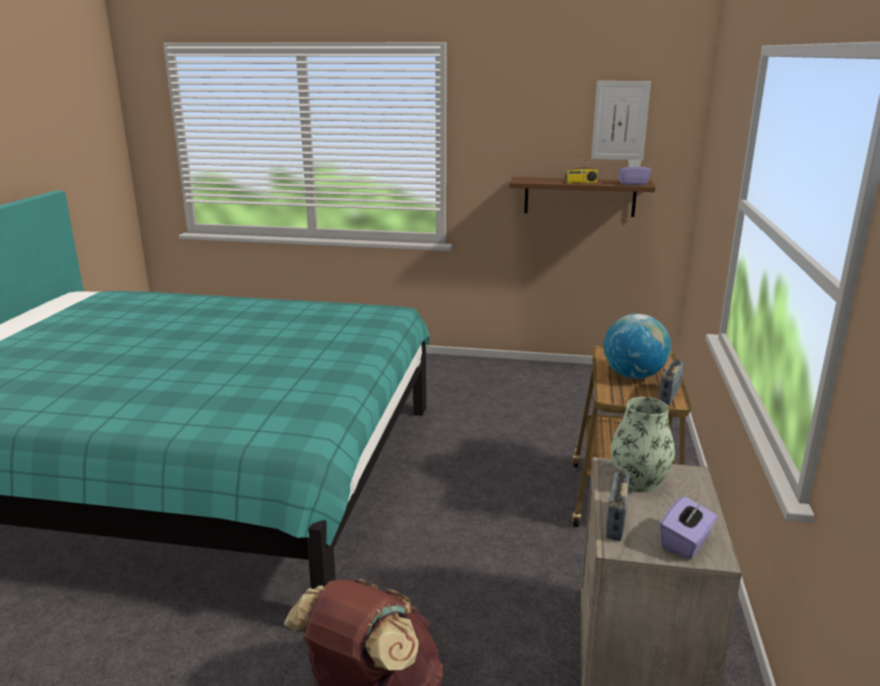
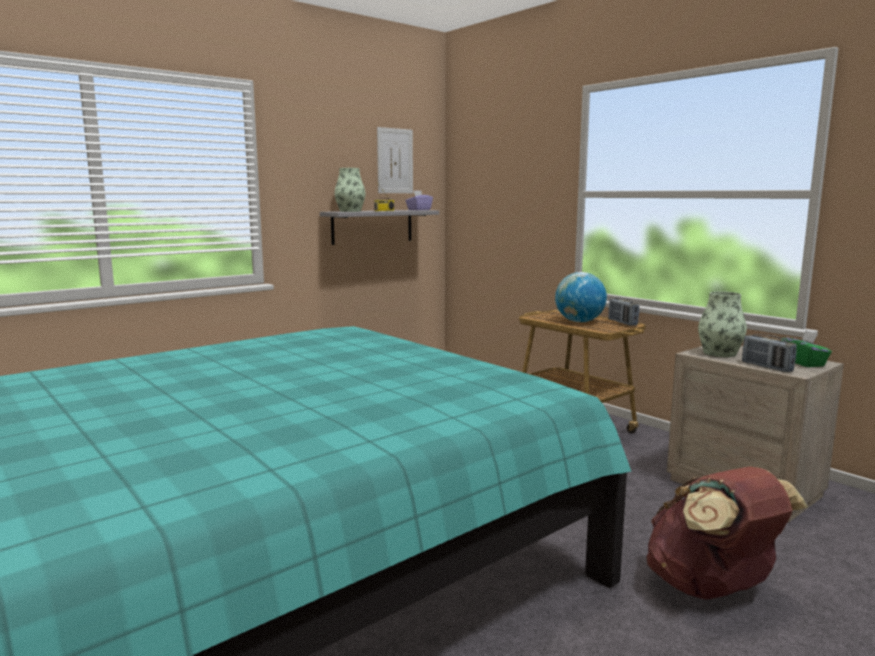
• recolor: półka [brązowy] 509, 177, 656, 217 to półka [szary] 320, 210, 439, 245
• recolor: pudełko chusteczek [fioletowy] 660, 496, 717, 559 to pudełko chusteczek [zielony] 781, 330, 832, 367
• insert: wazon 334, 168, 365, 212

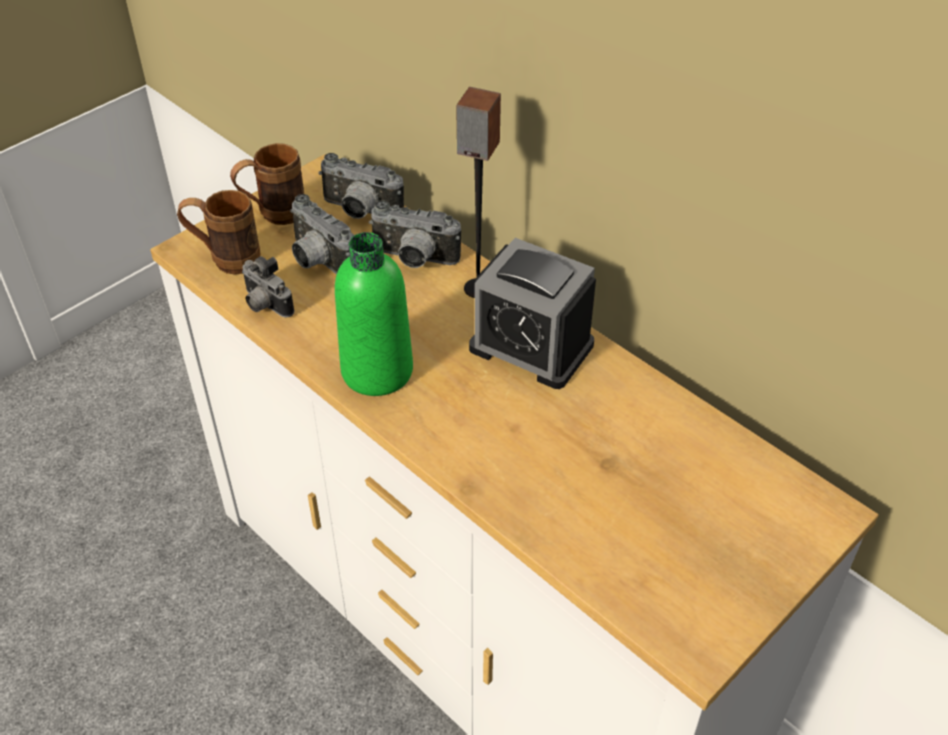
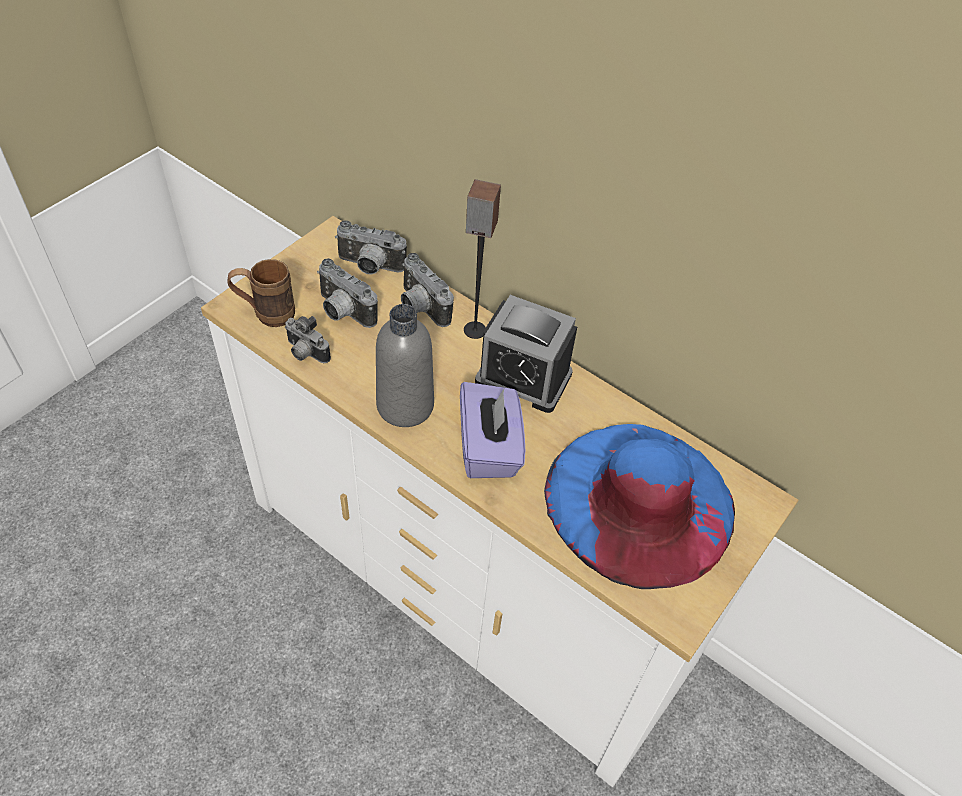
• delete: kubek [brązowy] 230, 143, 304, 225
• recolor: butelka [zielony] 335, 232, 413, 396 to butelka [szary] 376, 304, 434, 427
• rotate: aparat fotograficzny 369, 201, 461, 268 = 401, 253, 454, 327 45 degrees clockwise
• insert: pudełko chusteczek [fioletowy] 460, 382, 525, 478
• insert: kapelusz [niebieski] 544, 424, 735, 589

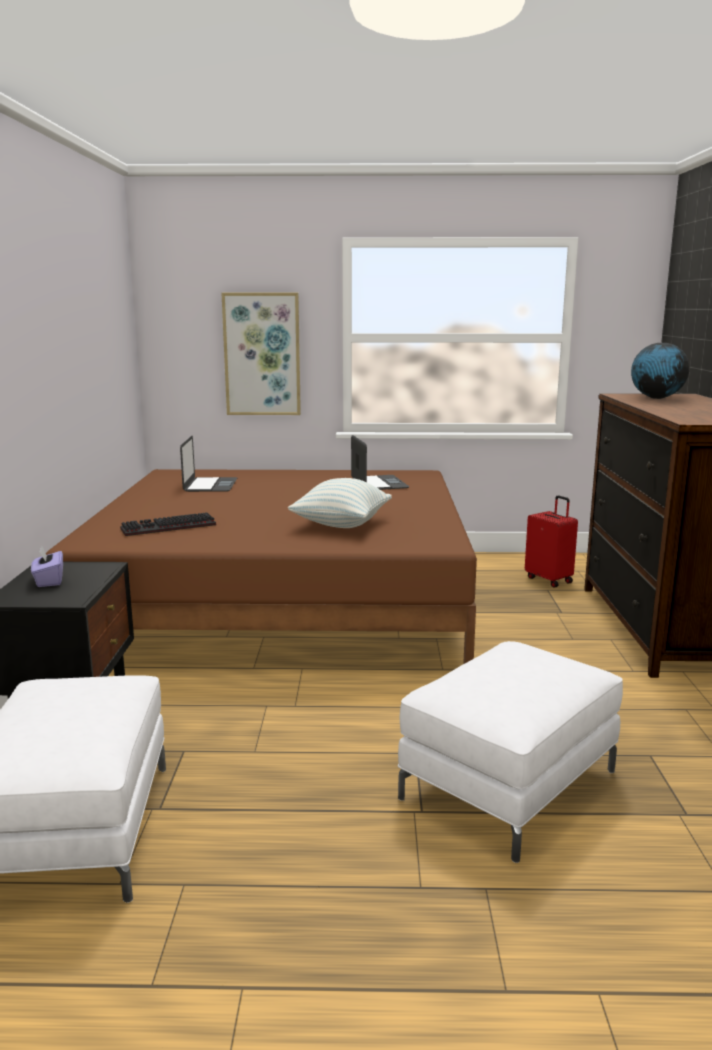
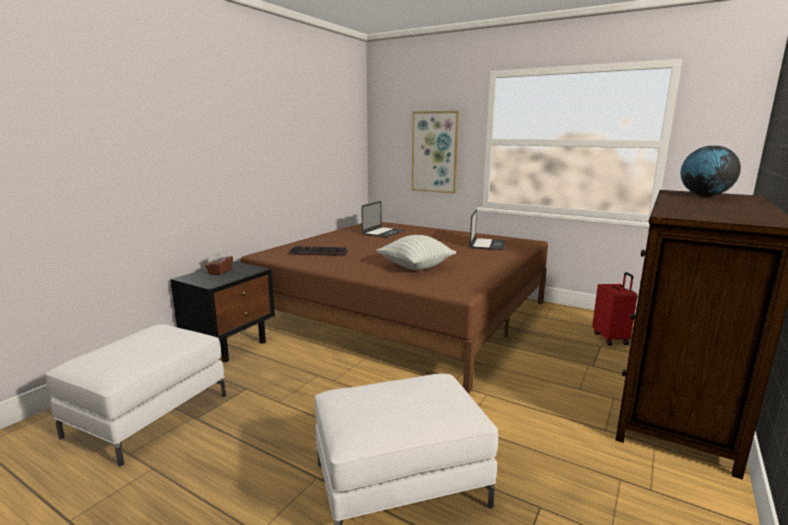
• recolor: pudełko chusteczek [fioletowy] 31, 546, 63, 587 to pudełko chusteczek [brązowy] 205, 251, 233, 275

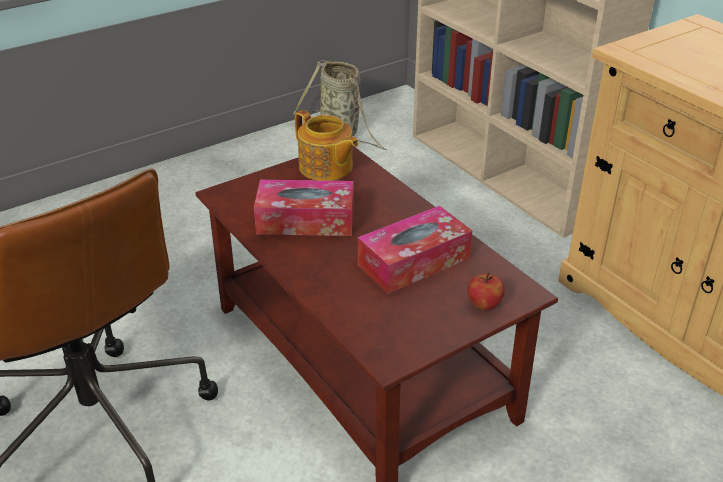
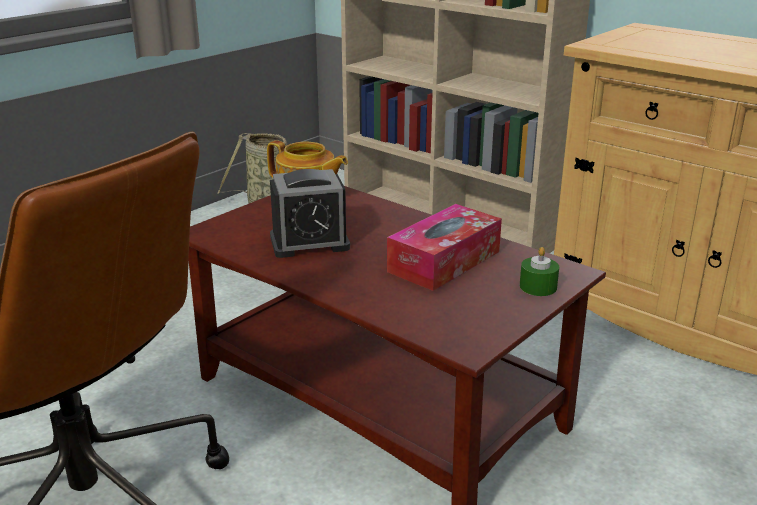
• replace: pudełko chusteczek 254, 180, 354, 236 to budzik 270, 169, 350, 258
• replace: jabłko 468, 273, 505, 310 to świeca [zielony] 520, 247, 559, 296

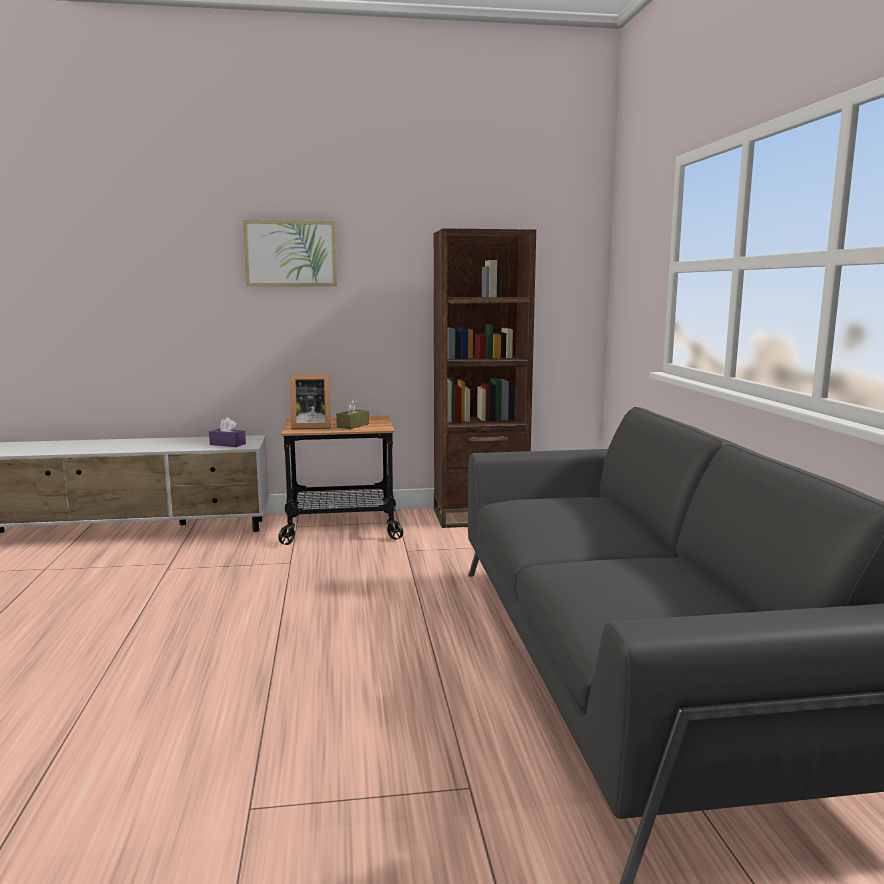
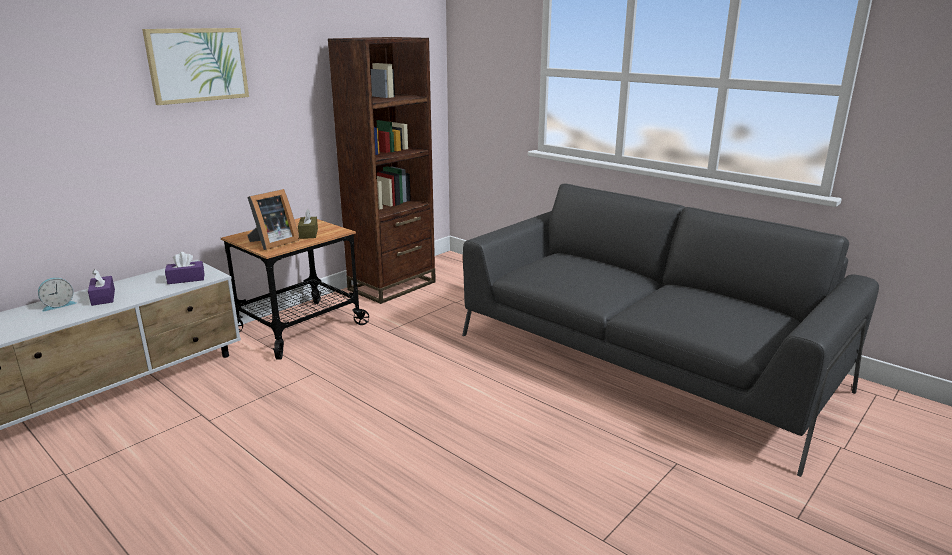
• insert: budzik 38, 278, 76, 311
• insert: pudełko chusteczek [fioletowy] 88, 269, 115, 306

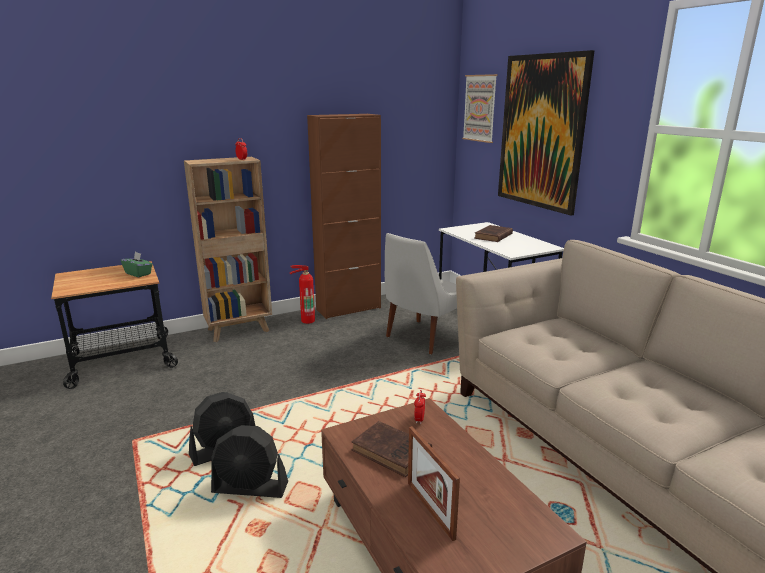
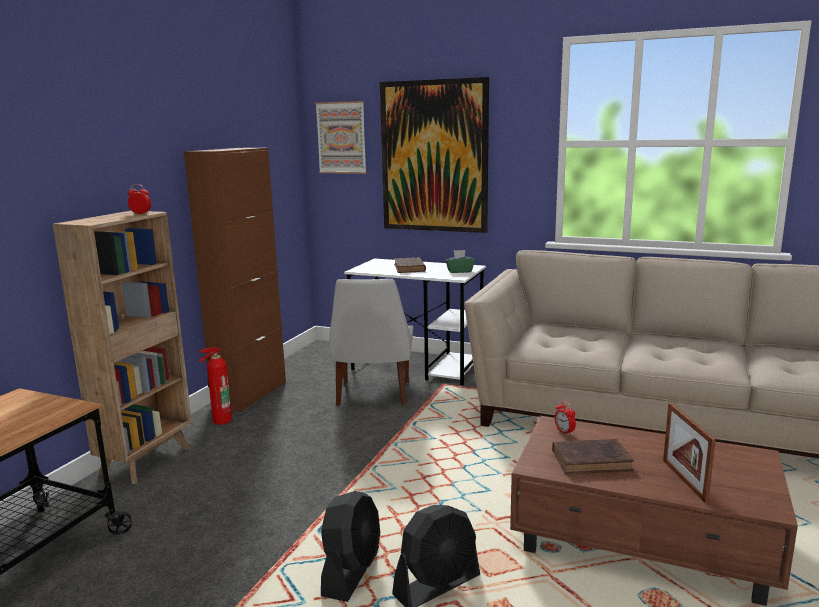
• move: pudełko chusteczek [zielony] 121, 252, 153, 277 to 445, 250, 475, 273
• rotate: ramka na zdjęcie 408, 426, 460, 541 = 663, 403, 716, 503 60 degrees clockwise

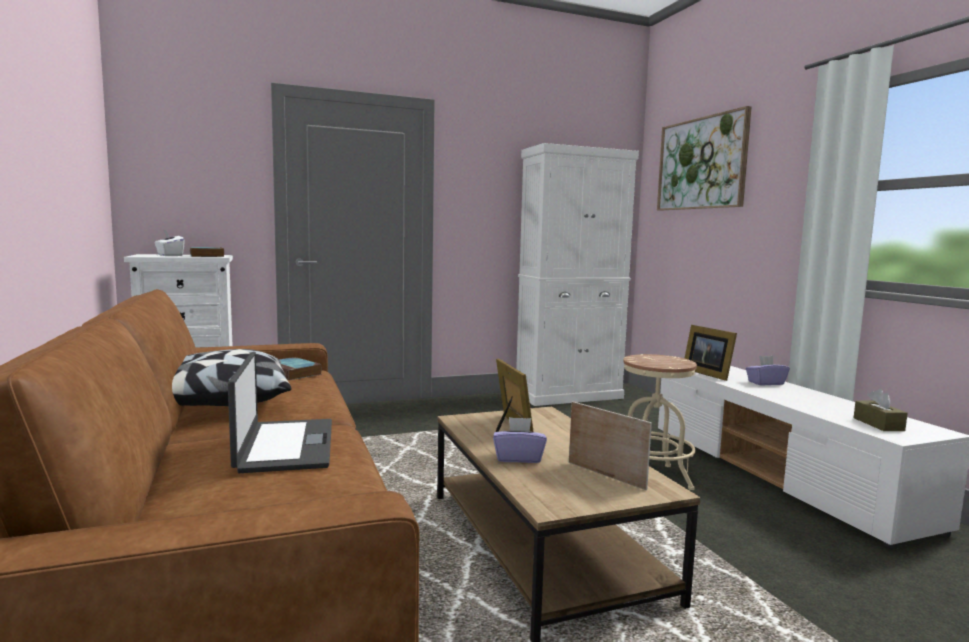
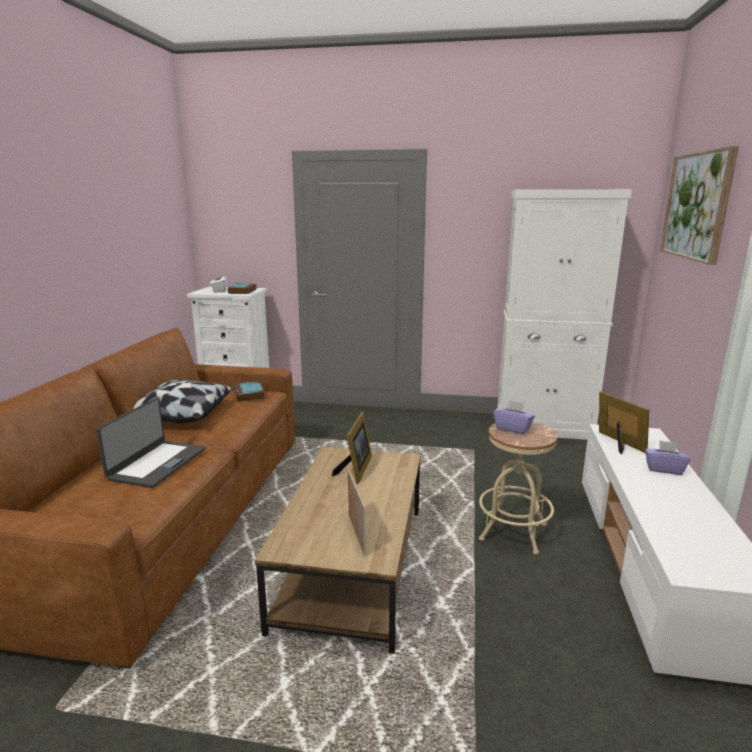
• move: pudełko chusteczek [fioletowy] 493, 417, 547, 463 to 493, 400, 535, 434
• rotate: ramka na zdjęcie 685, 325, 737, 381 = 599, 391, 649, 455 150 degrees clockwise
• delete: pudełko chusteczek [brązowy] 854, 389, 908, 431

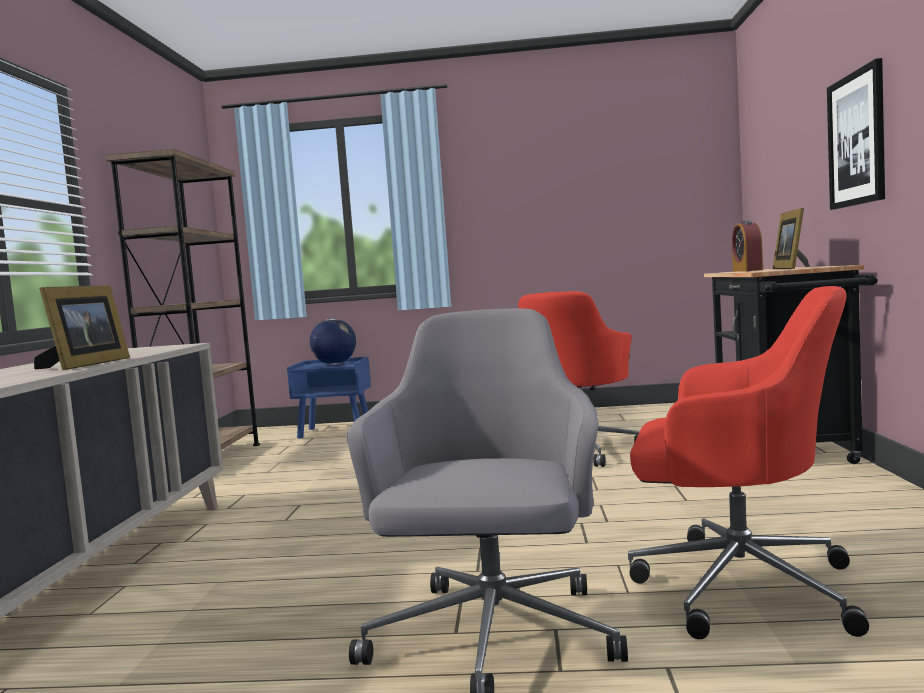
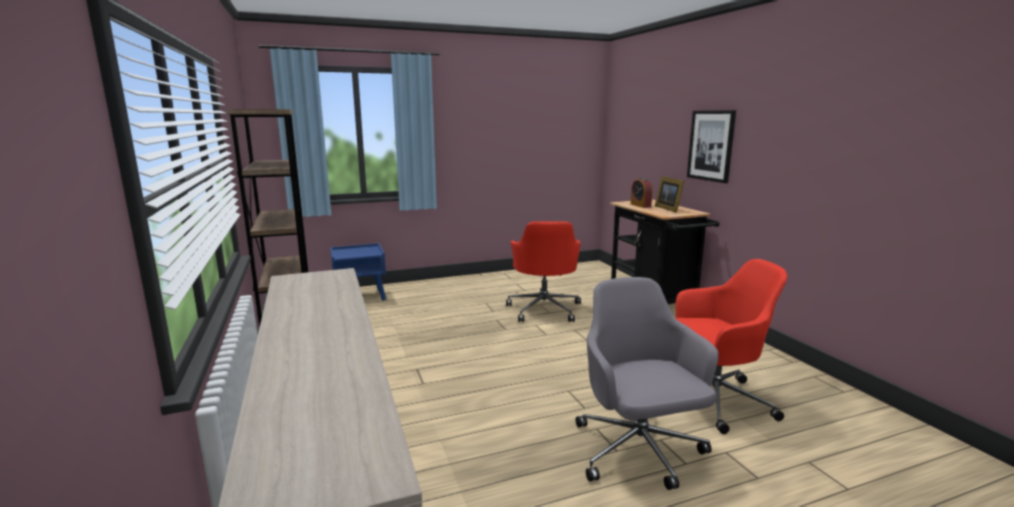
• delete: ramka na zdjęcie 34, 285, 130, 370
• delete: globus 310, 319, 356, 365

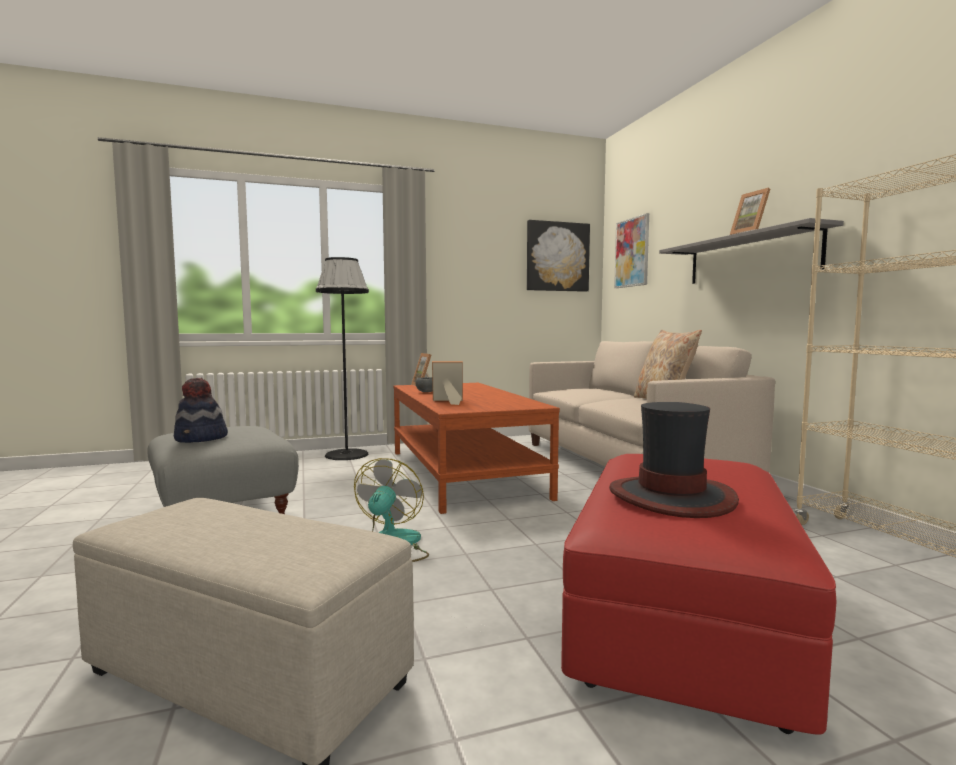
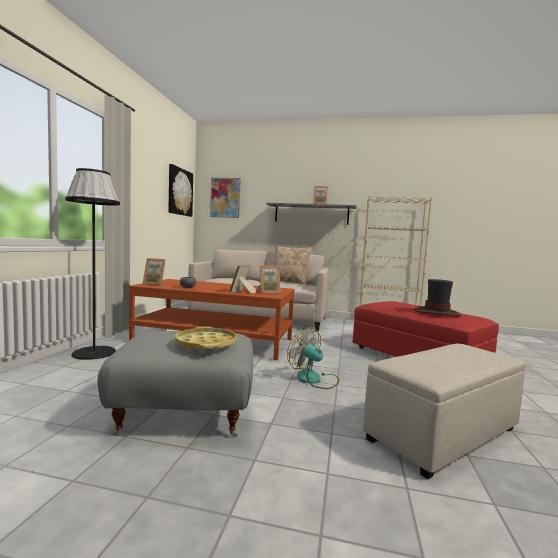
• replace: kapelusz 174, 378, 228, 443 to taca [żółty] 175, 326, 237, 351
• insert: ramka na zdjęcie 258, 265, 281, 293

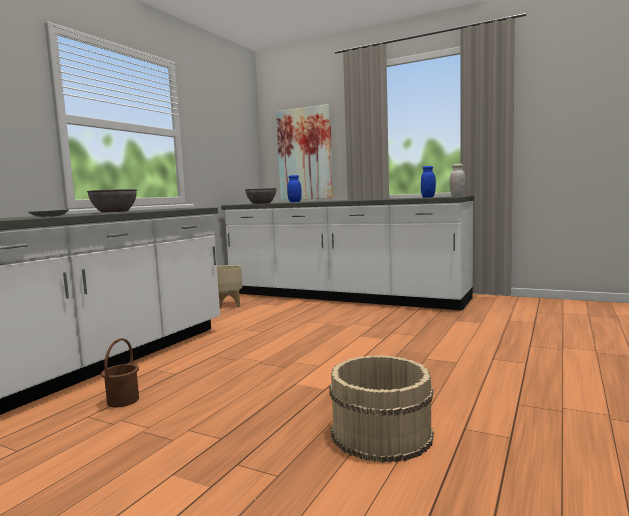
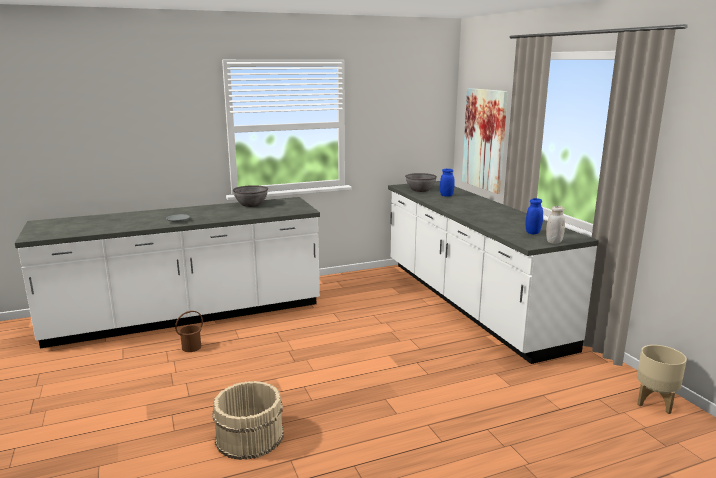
• move: donica [beżowy] 217, 265, 242, 309 to 637, 345, 687, 414

